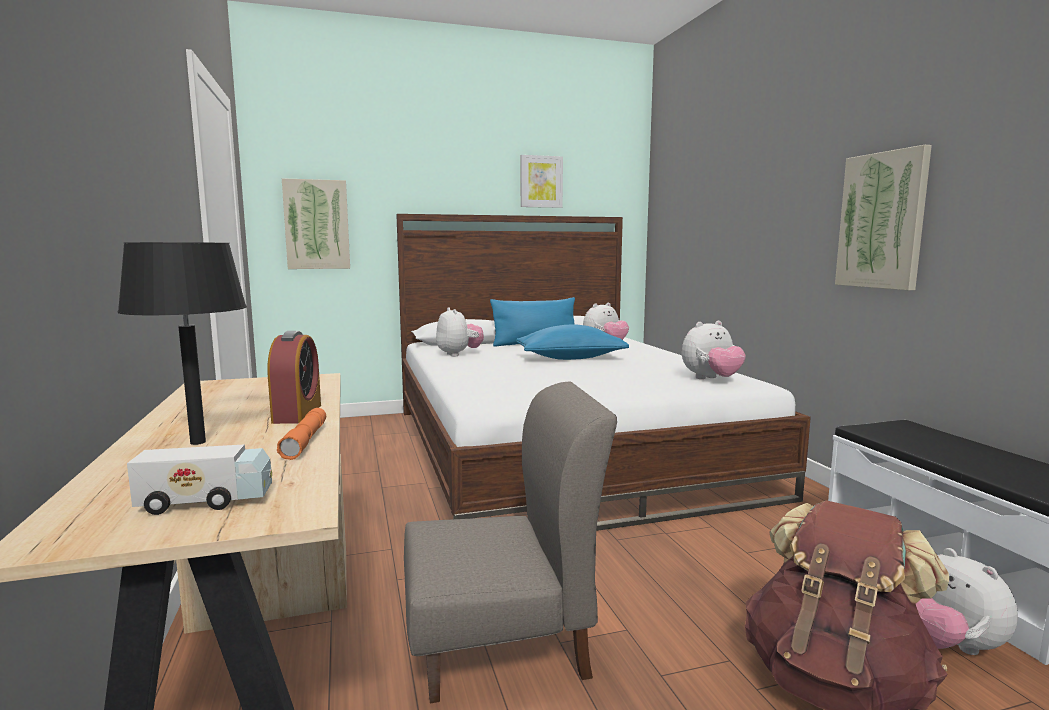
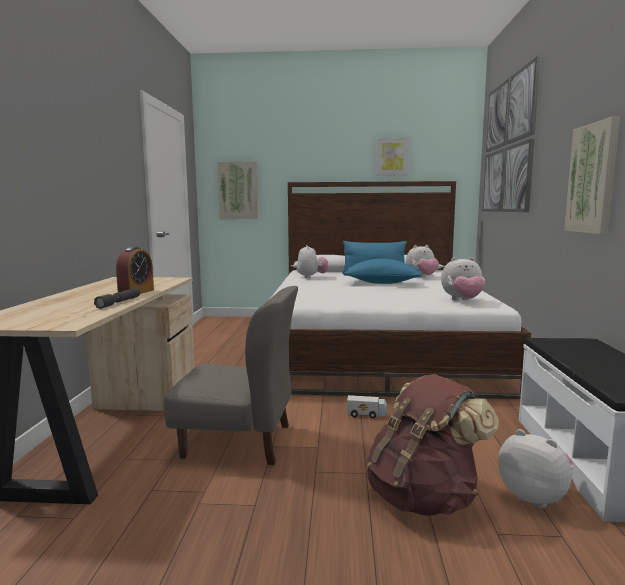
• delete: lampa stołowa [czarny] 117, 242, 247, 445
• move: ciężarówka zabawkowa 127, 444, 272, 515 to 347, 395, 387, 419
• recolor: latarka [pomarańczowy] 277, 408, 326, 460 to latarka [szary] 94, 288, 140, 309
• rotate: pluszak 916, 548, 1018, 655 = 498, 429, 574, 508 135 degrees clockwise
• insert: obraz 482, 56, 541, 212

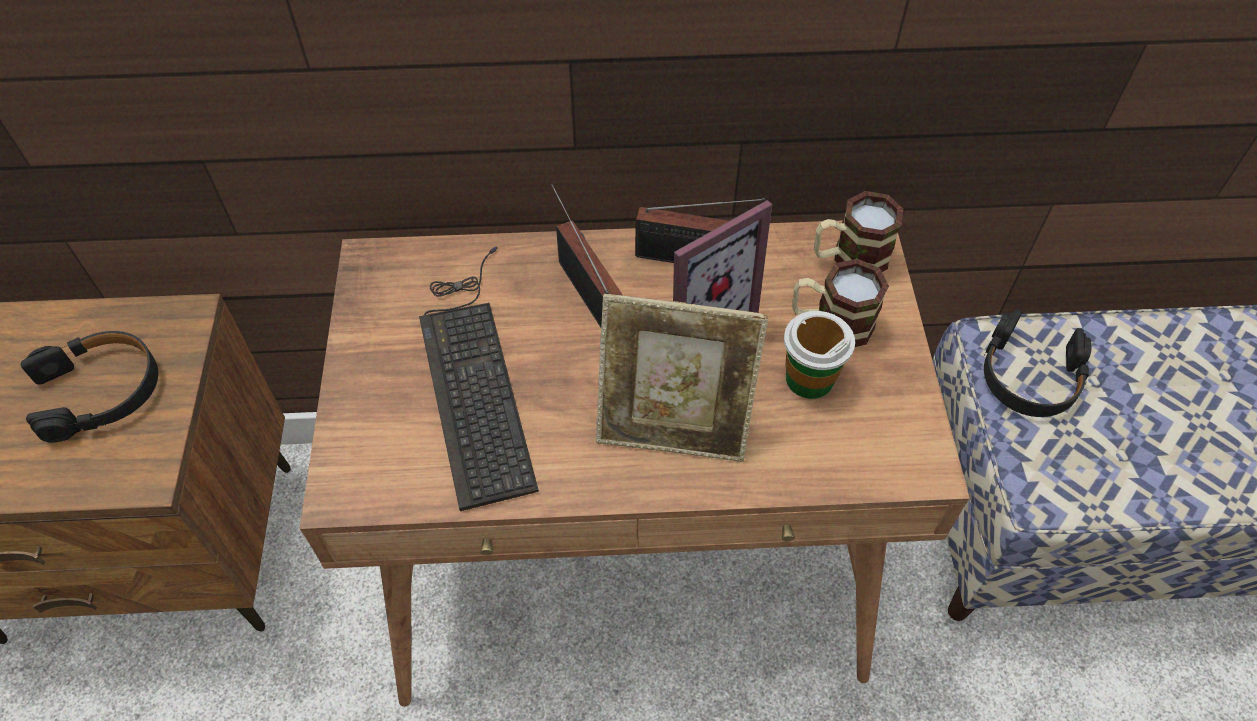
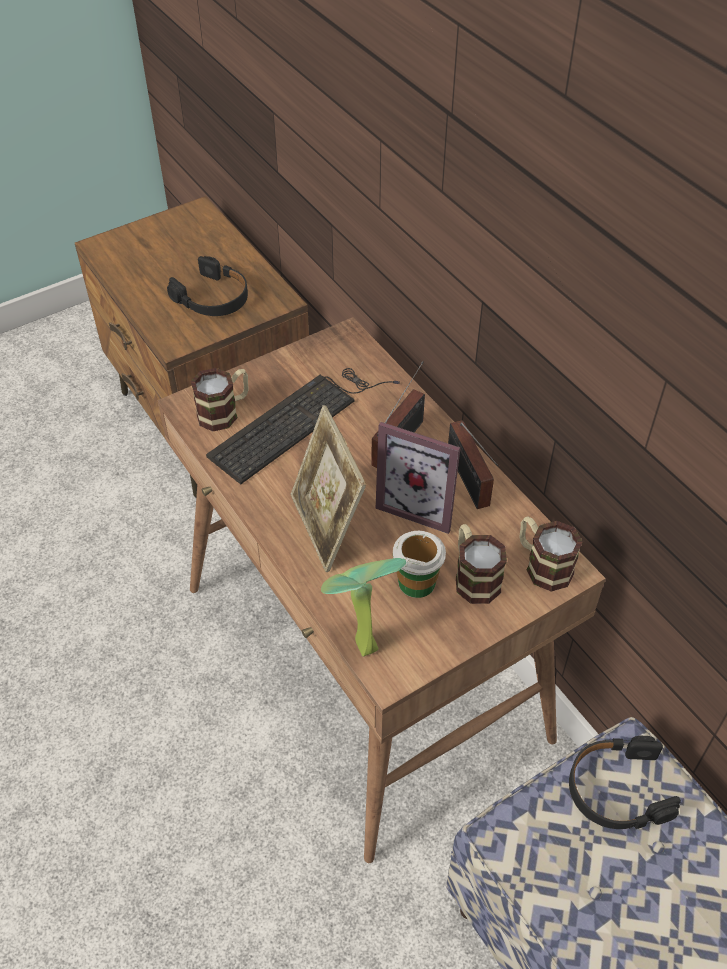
• insert: kubek 191, 368, 248, 431
• insert: roślina doniczkowa 321, 558, 406, 657

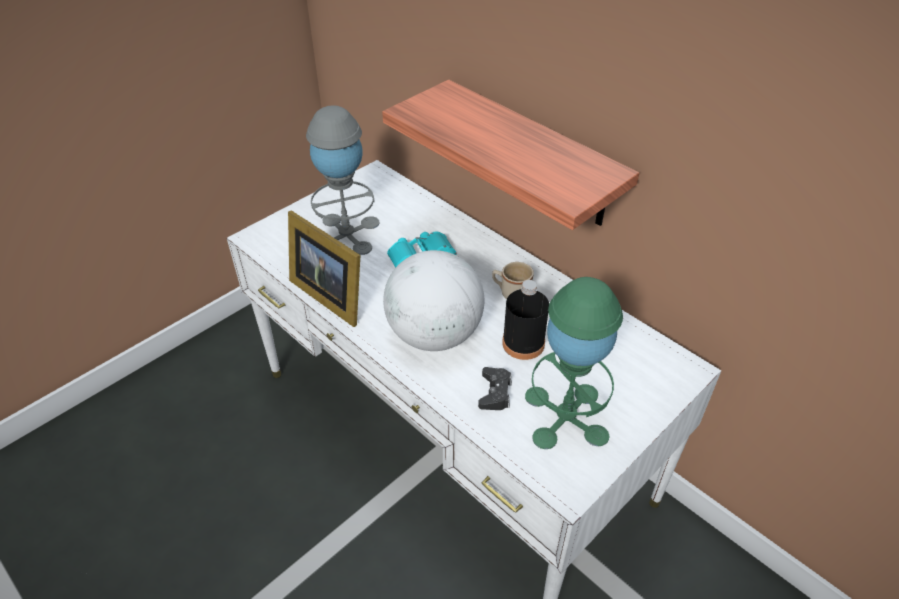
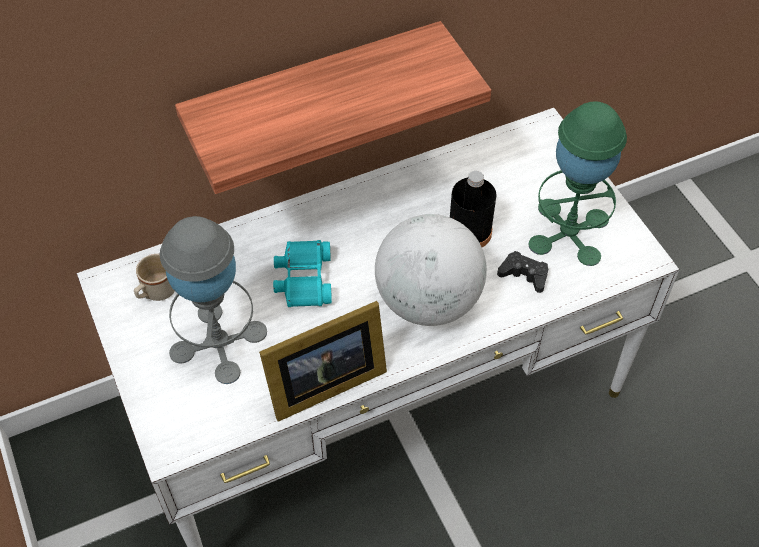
• move: kubek [beżowy] 492, 262, 534, 299 to 134, 254, 175, 301

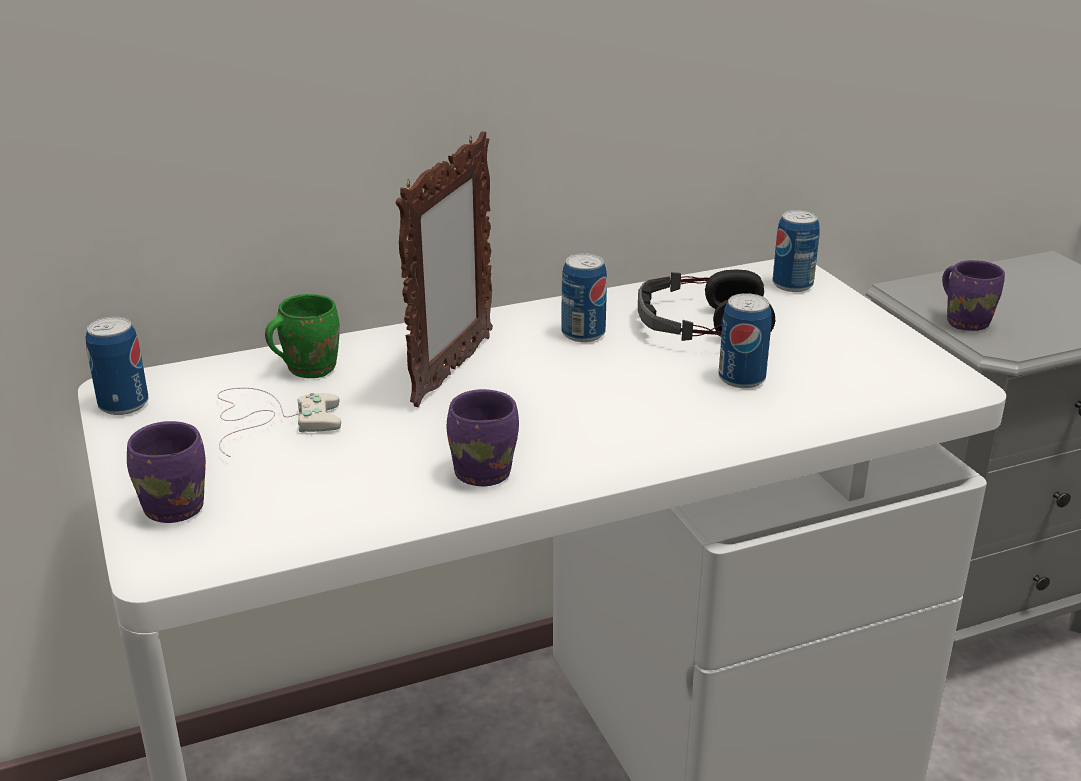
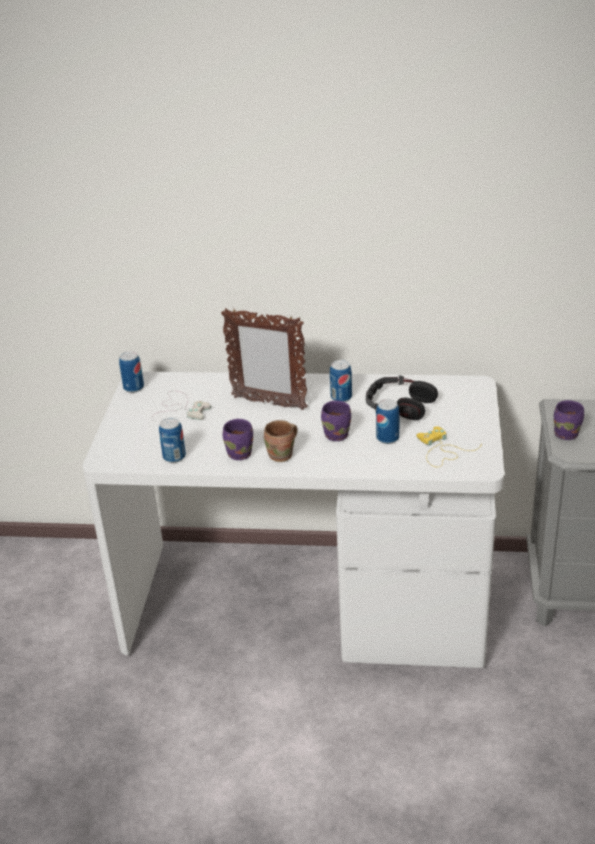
• move: kubek [fioletowy] 127, 421, 206, 523 to 321, 400, 351, 441
• delete: kubek [zielony] 265, 294, 340, 378
• rotate: ramka na zdjęcie 396, 131, 493, 407 = 221, 308, 308, 410 60 degrees clockwise
• move: puszka 773, 210, 820, 292 to 159, 417, 186, 463
• insert: kubek [brązowy] 264, 420, 298, 462
• insert: pad do gier [żółty] 417, 426, 482, 467

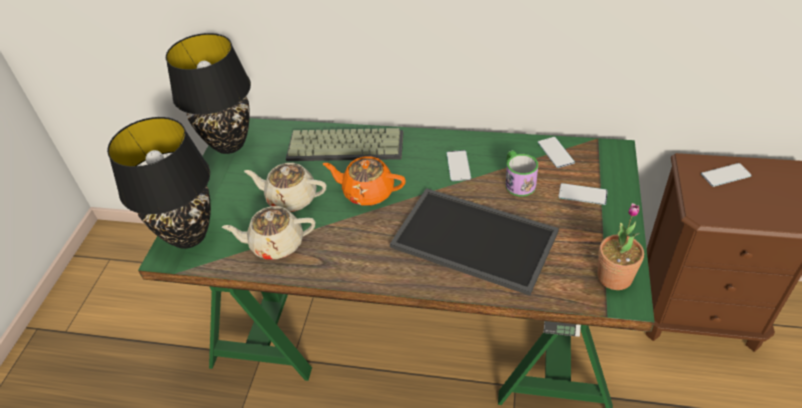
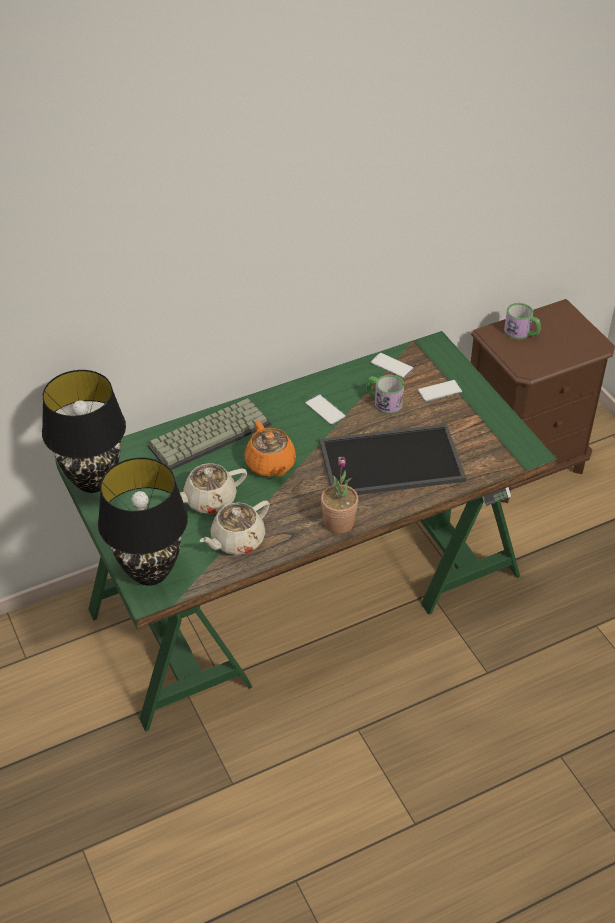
• rotate: imbryk [pomarańczowy] 322, 156, 406, 206 = 244, 421, 296, 477 90 degrees counterclockwise
• move: roślina doniczkowa 597, 203, 644, 290 to 321, 457, 358, 534
• replace: telefon 701, 163, 752, 187 to kubek 504, 303, 541, 340

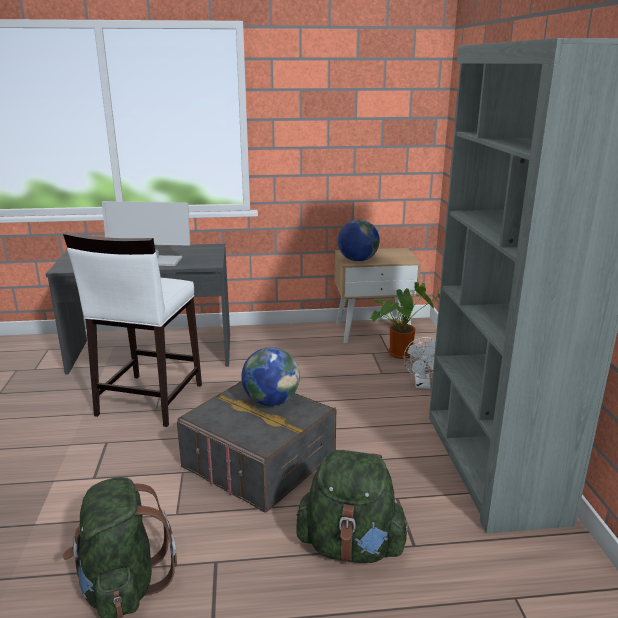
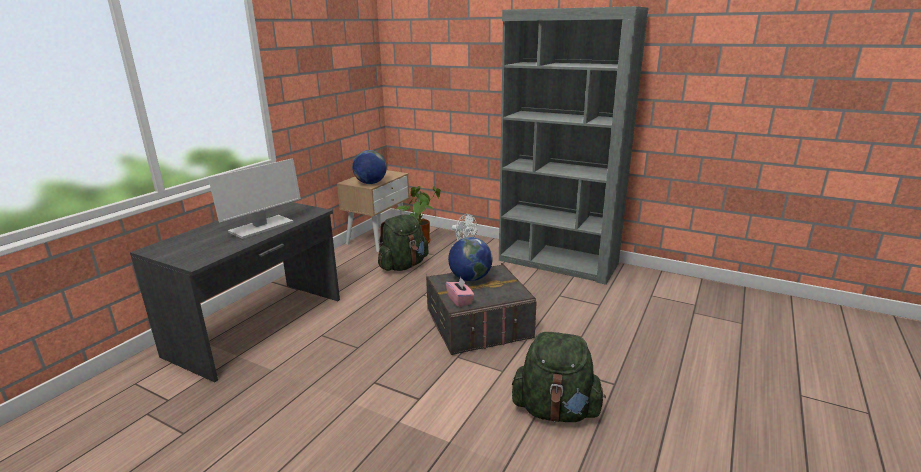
• delete: stołek [biały] 63, 232, 202, 427
• move: plecak [zielony] 296, 450, 410, 563 to 378, 214, 429, 271
• insert: pudełko chusteczek [różowy] 446, 277, 474, 307

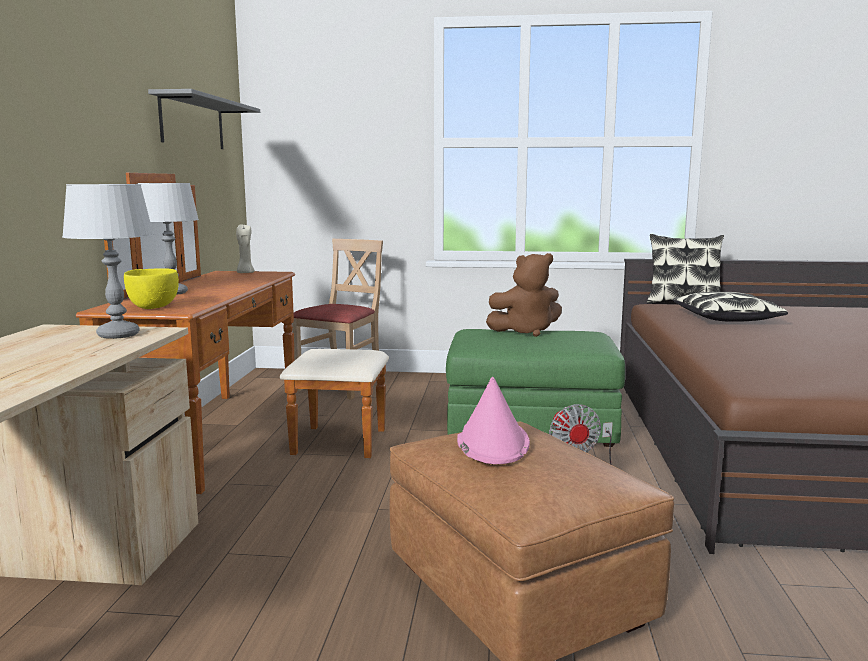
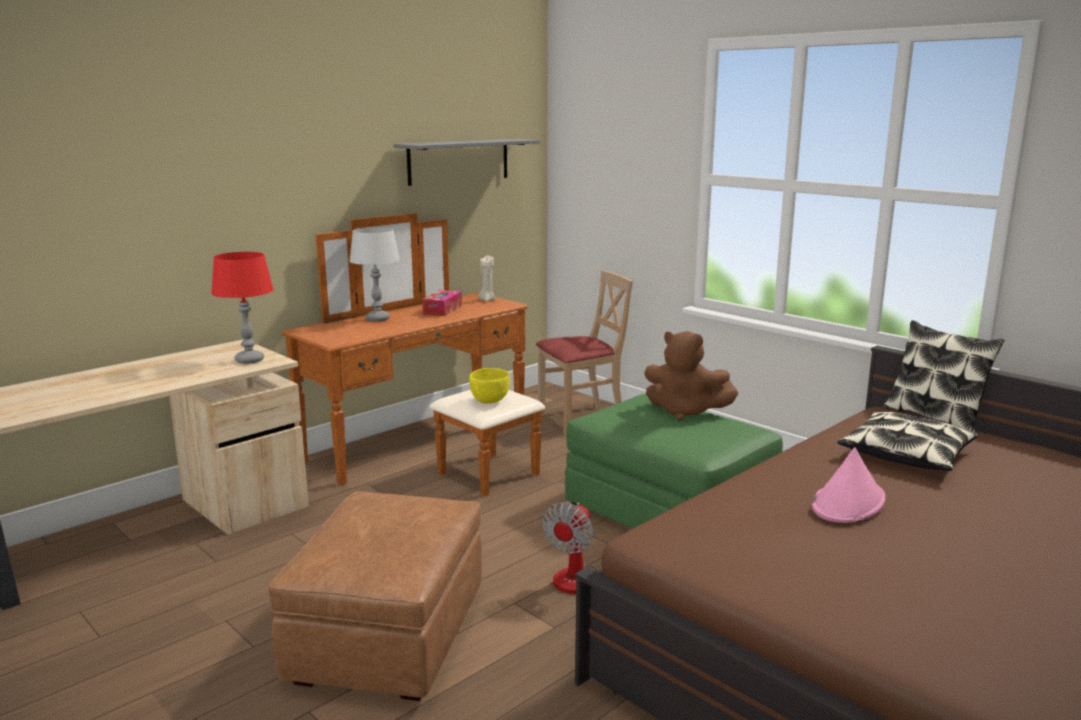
• recolor: lampa stołowa [szary] 62, 184, 154, 339 to lampa stołowa [czerwony] 211, 252, 274, 364
• move: miska [żółty] 124, 268, 179, 309 to 469, 368, 510, 404
• move: kapelusz [różowy] 457, 377, 530, 464 to 812, 447, 886, 523
• insert: pudełko chusteczek 422, 290, 462, 316

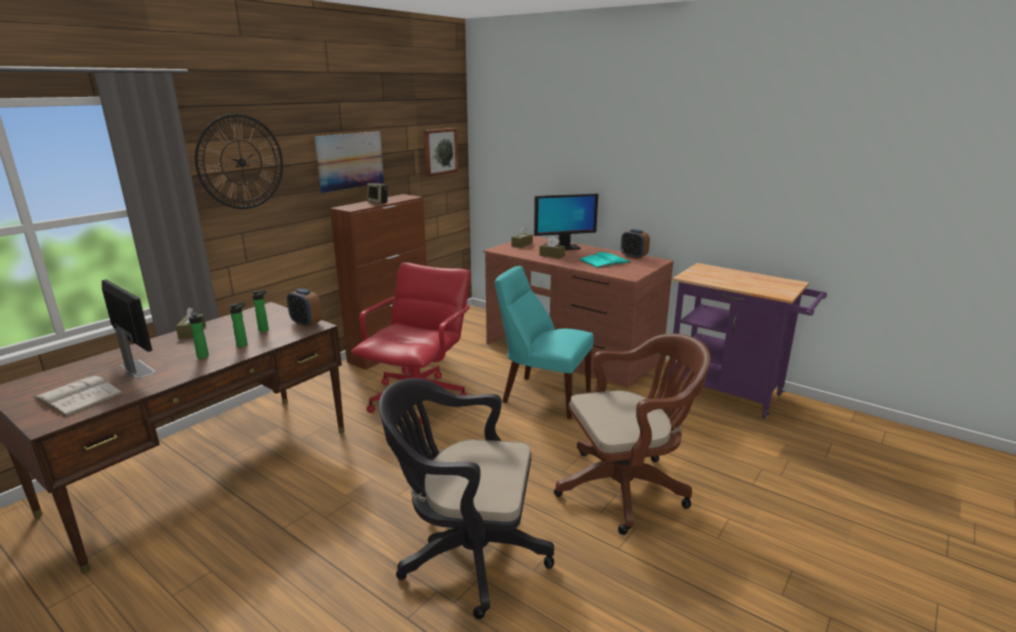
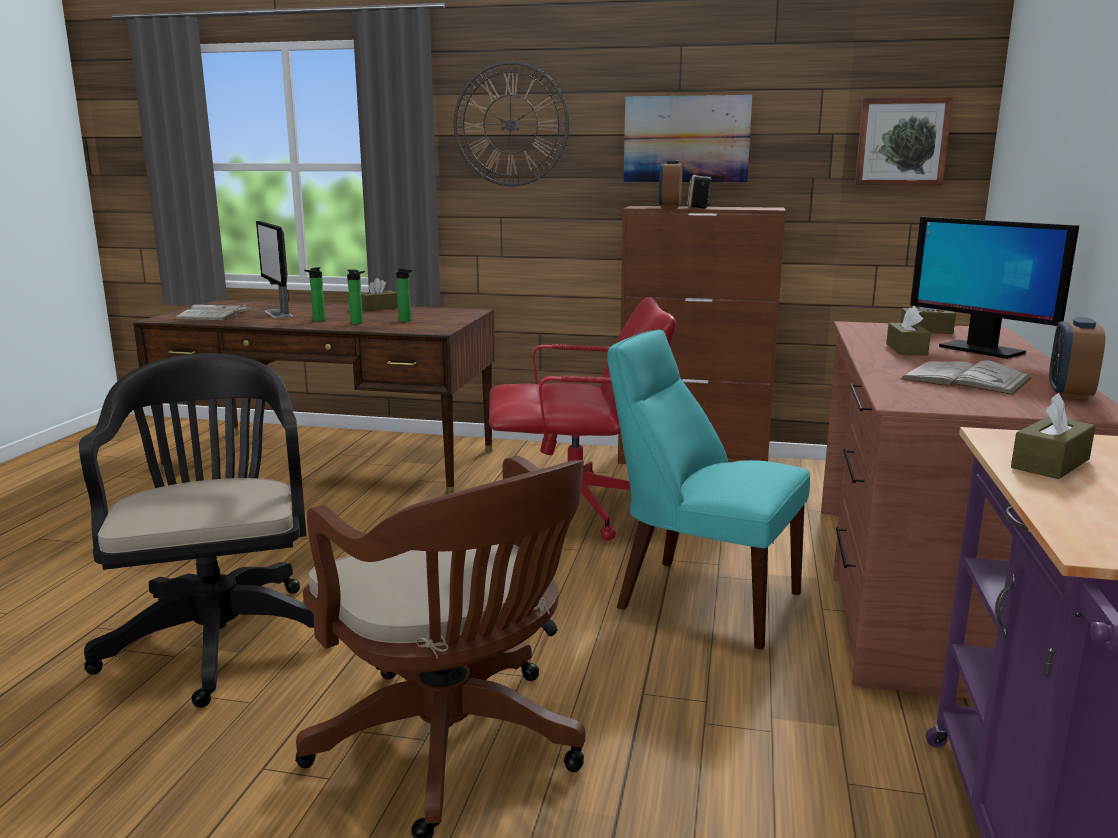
• rotate: monitor 102, 279, 155, 378 = 256, 221, 293, 318 135 degrees clockwise
• move: budzik 287, 288, 322, 327 to 659, 160, 683, 208
• rotate: krzesło [turkusowy] 495, 266, 594, 419 = 607, 330, 810, 650 60 degrees counterclockwise
• recolor: książka [turkusowy] 580, 252, 631, 268 to książka [biały] 900, 360, 1032, 395
• insert: pudełko chusteczek [brązowy] 1011, 393, 1096, 479

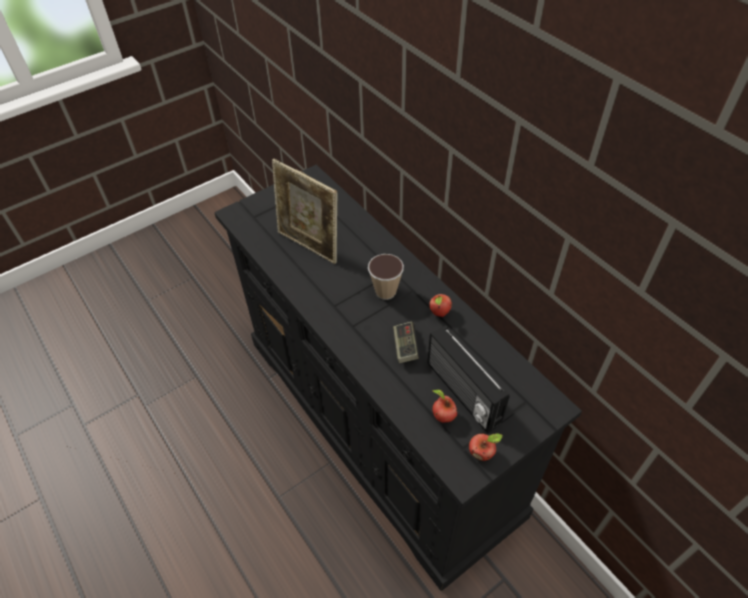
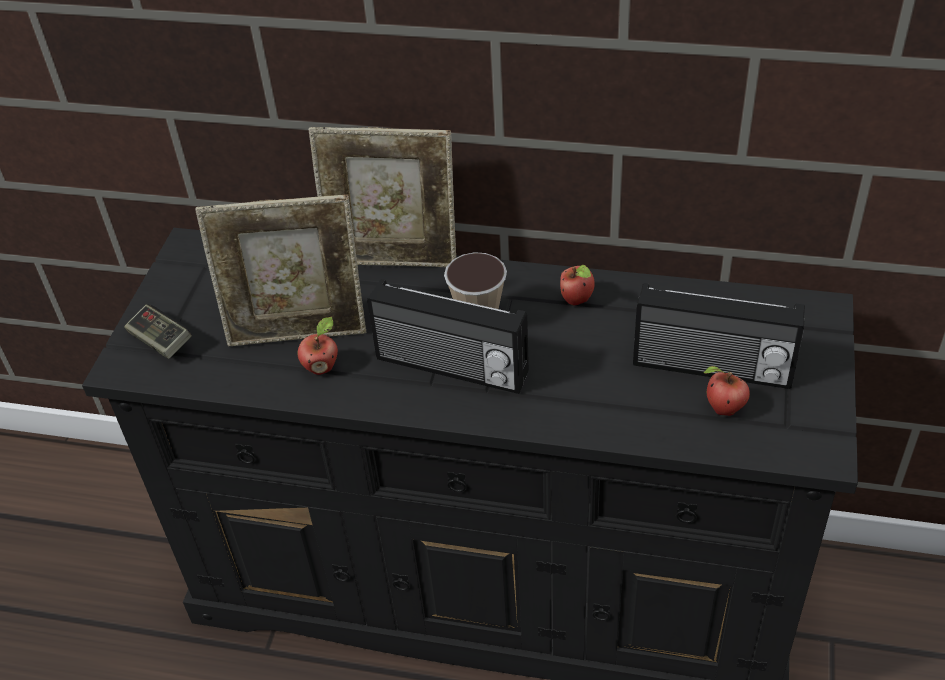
• move: pad do gier 393, 321, 419, 363 to 124, 304, 192, 359
• move: jabłko 469, 433, 503, 461 to 298, 317, 338, 375
• insert: ramka na zdjęcie 309, 127, 456, 267
• insert: radio 367, 279, 529, 394

